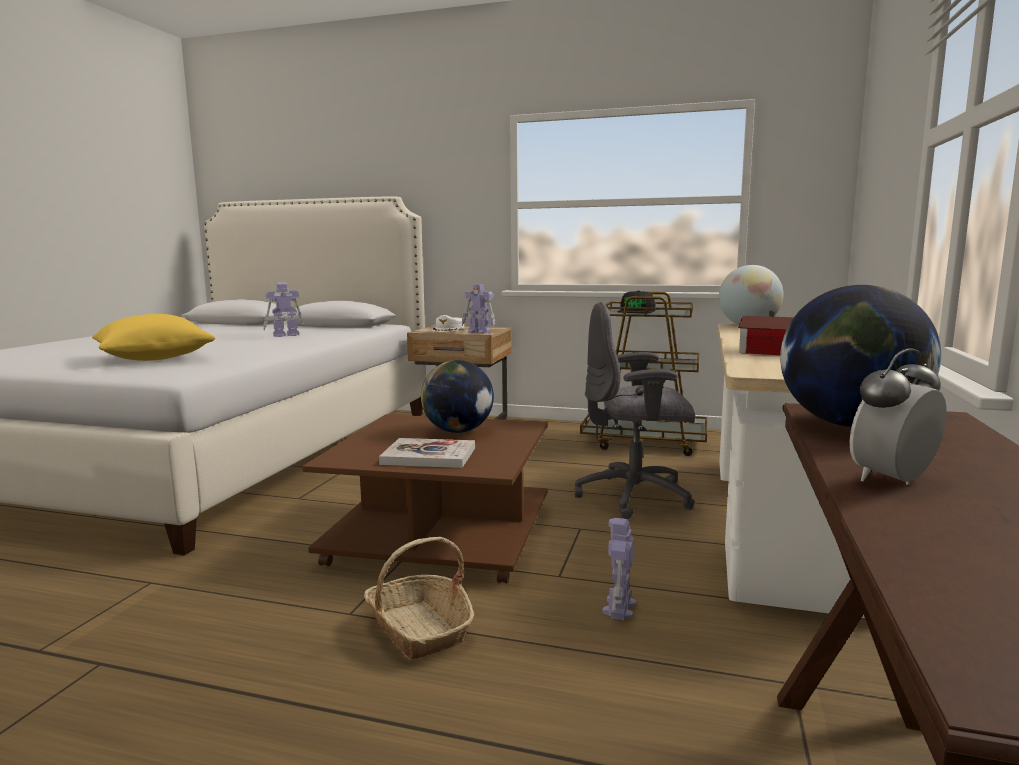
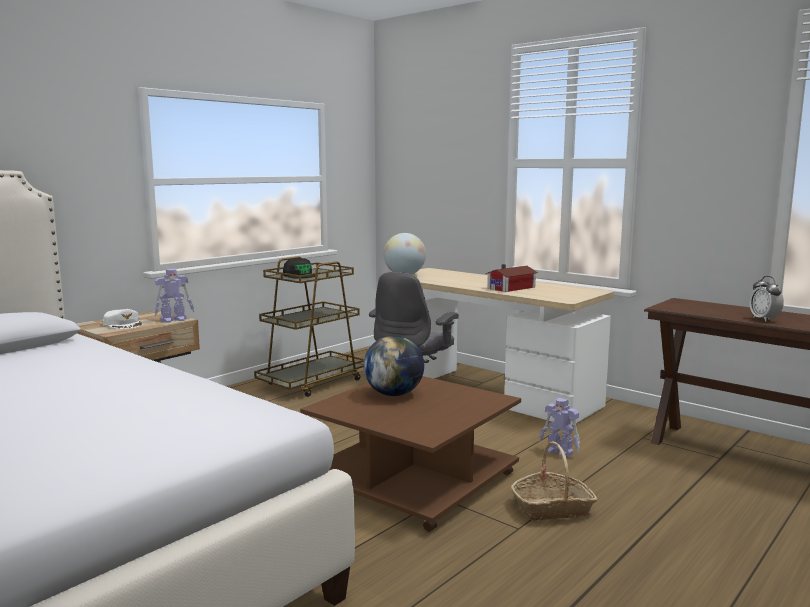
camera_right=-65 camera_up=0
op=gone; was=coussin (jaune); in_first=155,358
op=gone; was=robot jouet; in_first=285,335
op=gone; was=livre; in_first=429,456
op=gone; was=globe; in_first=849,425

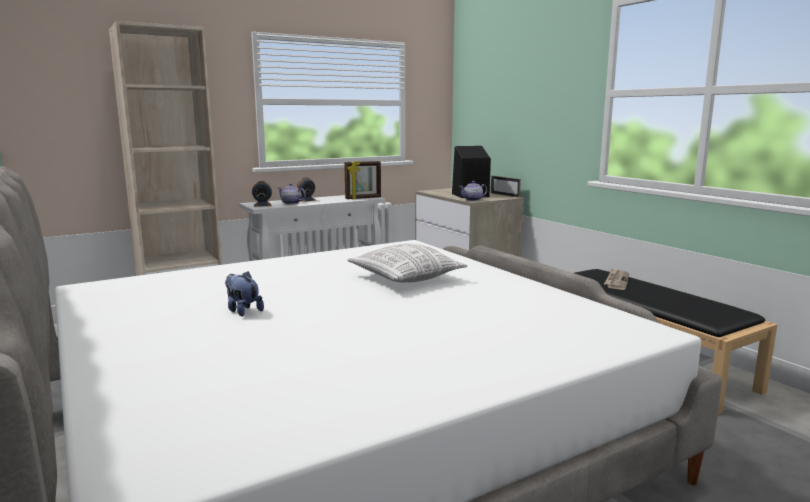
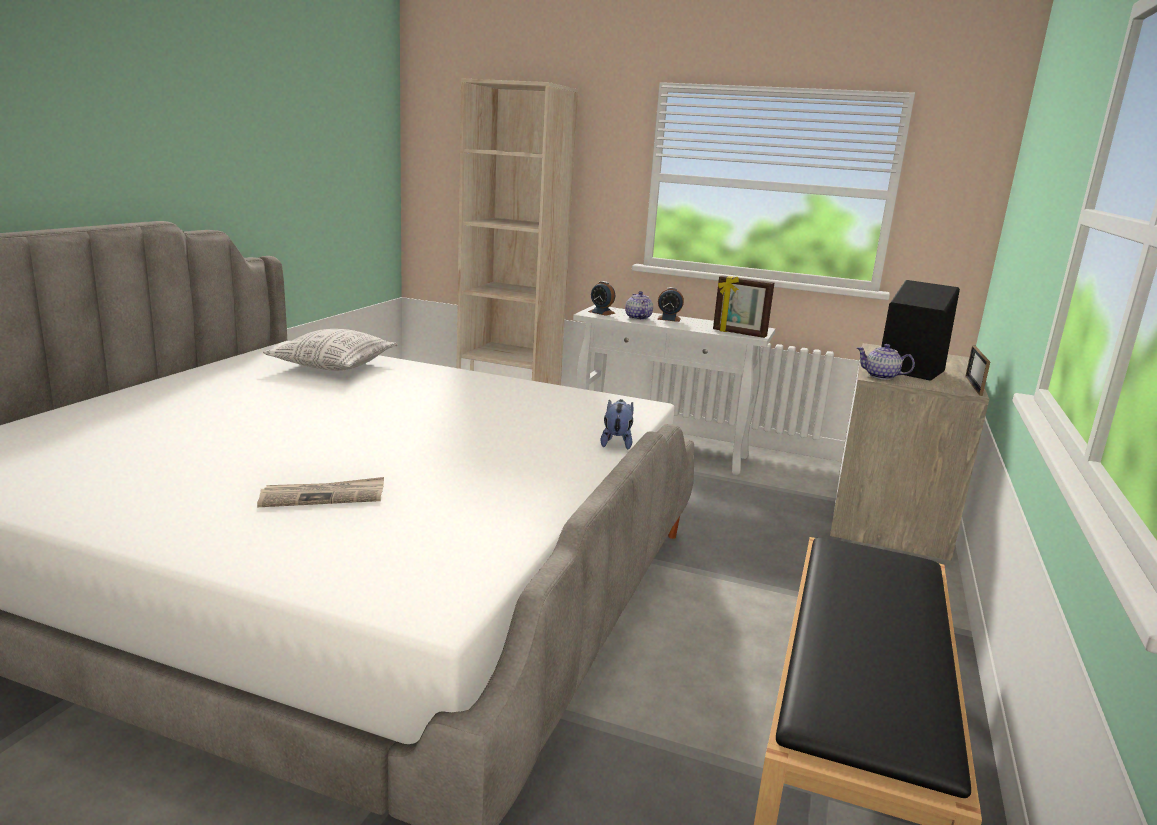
camera_right=50 camera_up=5
op=shifted; was=peluche; in_first=243,311; in_second=616,443
op=shifted; was=coussin; in_first=405,278; in_second=333,365
op=shifted; was=journal; in_first=616,281; in_second=323,496

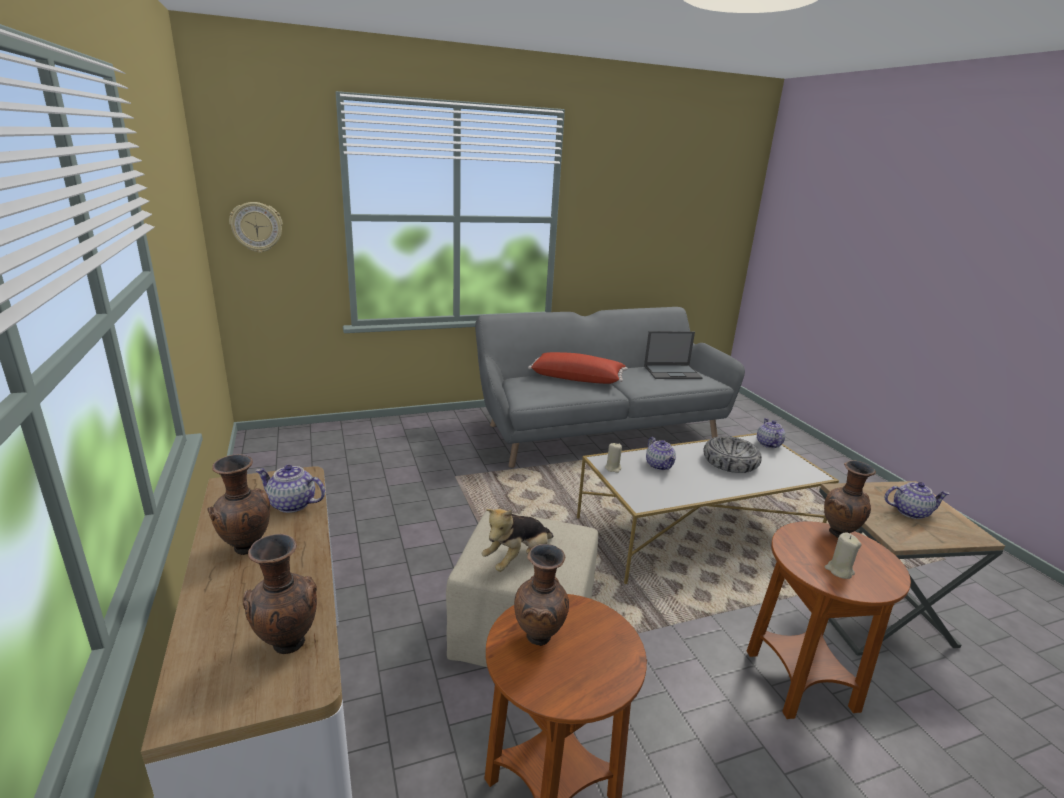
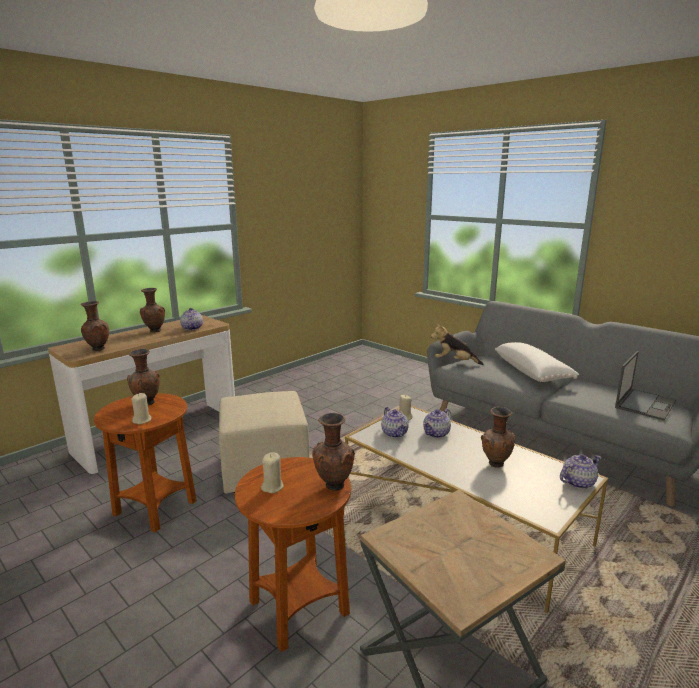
camera_right=65 camera_up=-5
op=gone; was=horloge murale; in_first=256,227
op=shifted; was=peluche; in_first=517,558; in_second=454,362
op=repainted; was=coussin (rouge); now=coussin (blanc); in_first=577,378; in_second=532,372
op=rotated; was=ordinateur portable; in_first=673,372; in_second=645,404; clockwise=-105
op=swapped; was=bol; now=vase (marron); in_first=730,462; in_second=495,465
op=shifted; was=théière; in_first=910,512; in_second=395,433
op=new; now=bougie (beige); in_second=142,420

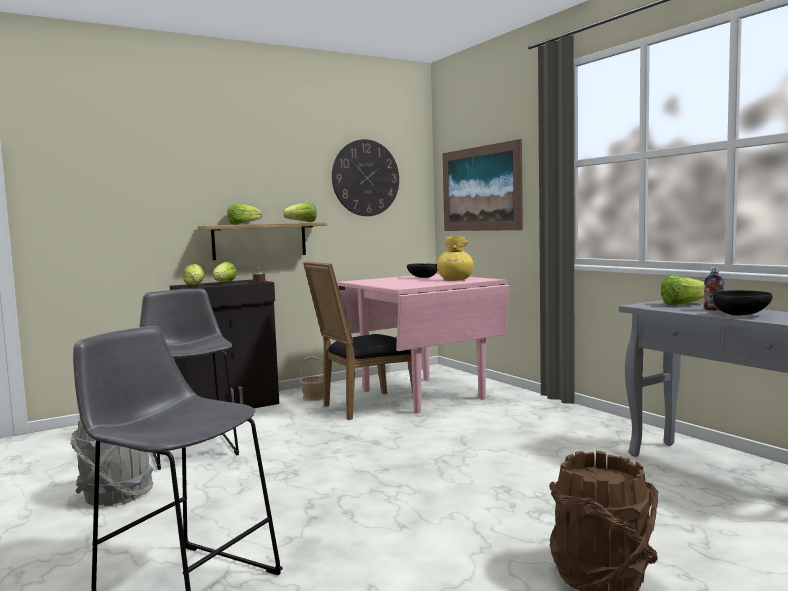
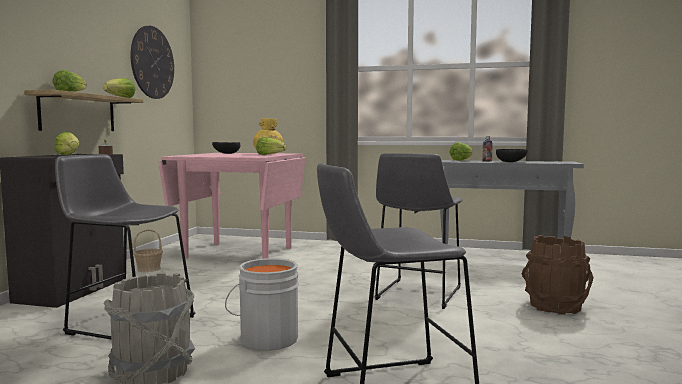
camera_right=-45 camera_up=0
op=shifted; was=laitue; in_first=195,286; in_second=270,155
op=gone; was=chaise (noir); in_first=364,407
op=gone; was=tableau; in_first=480,189
op=new; now=seau (gris); in_second=267,338
op=new; now=tabouret (gris); in_second=417,294

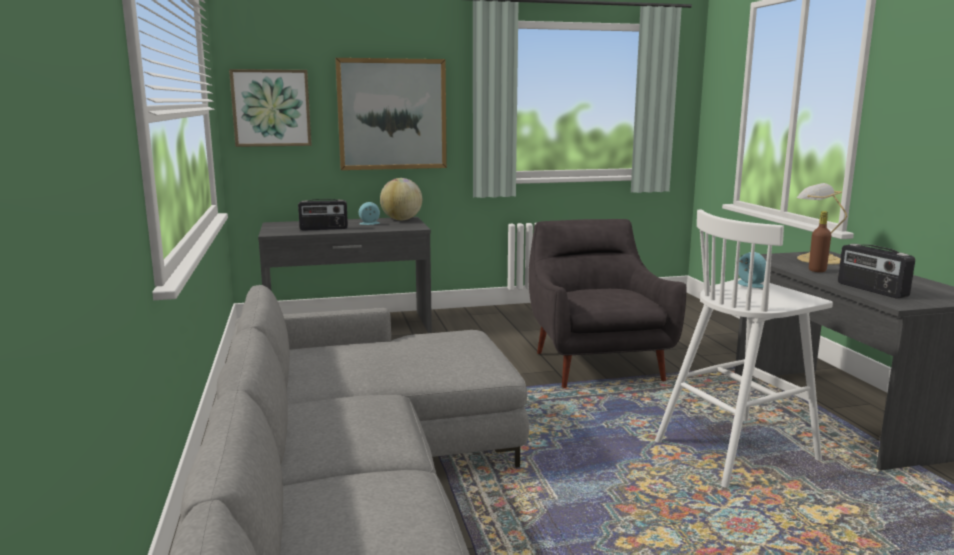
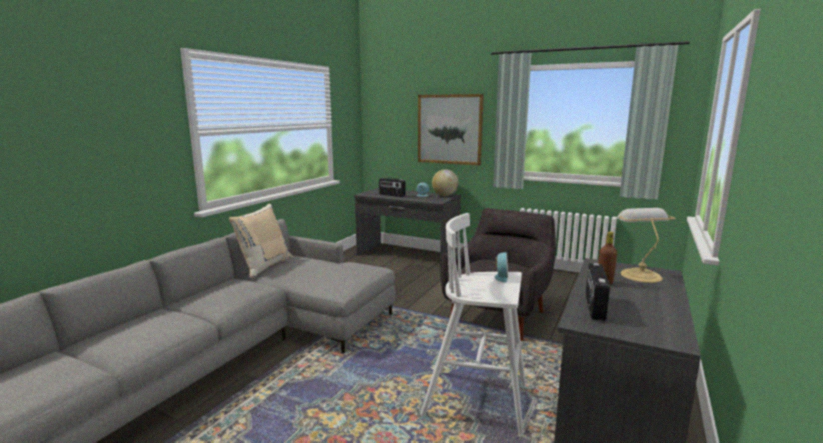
camera_right=40 camera_up=0
op=gone; was=tableau; in_first=271,108
op=new; now=coussin (beige); in_second=264,266

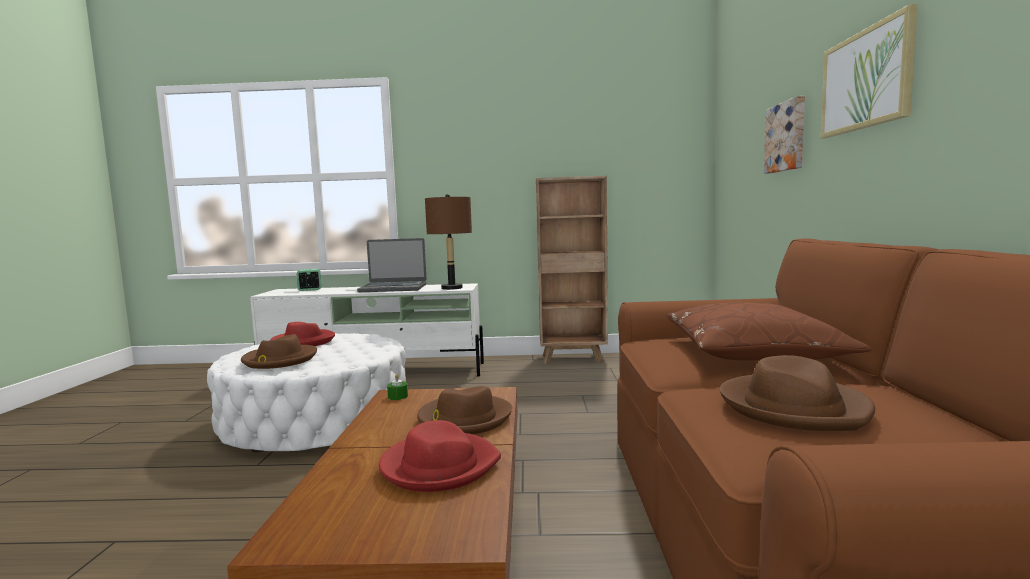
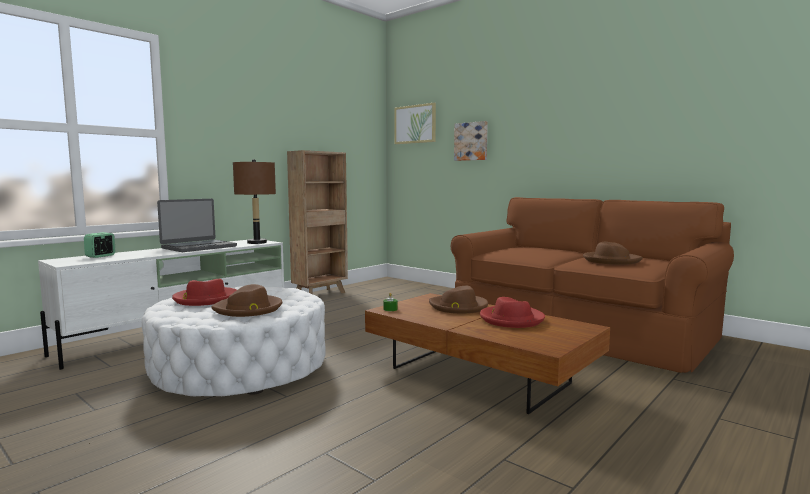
camera_right=-50 camera_up=0
op=gone; was=coussin (marron); in_first=752,352
op=shifted; was=tableau; in_first=866,80; in_second=415,124

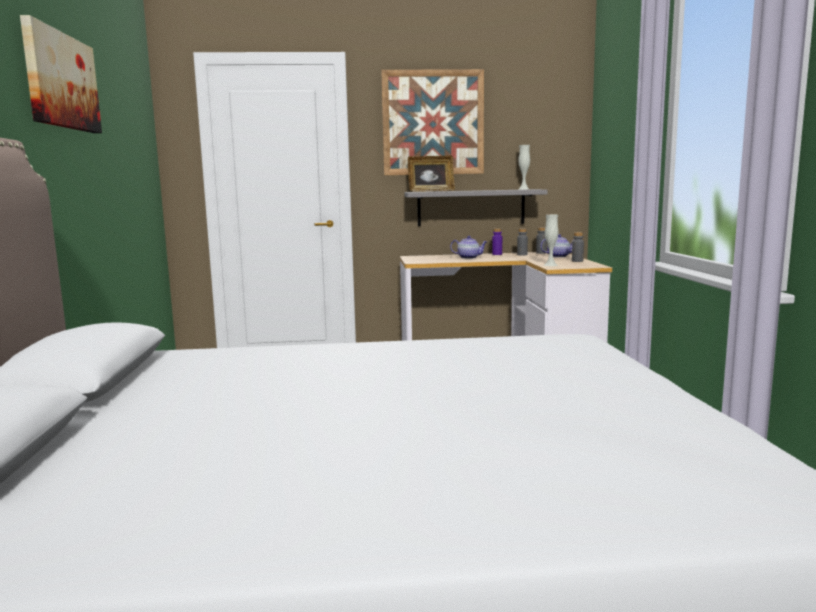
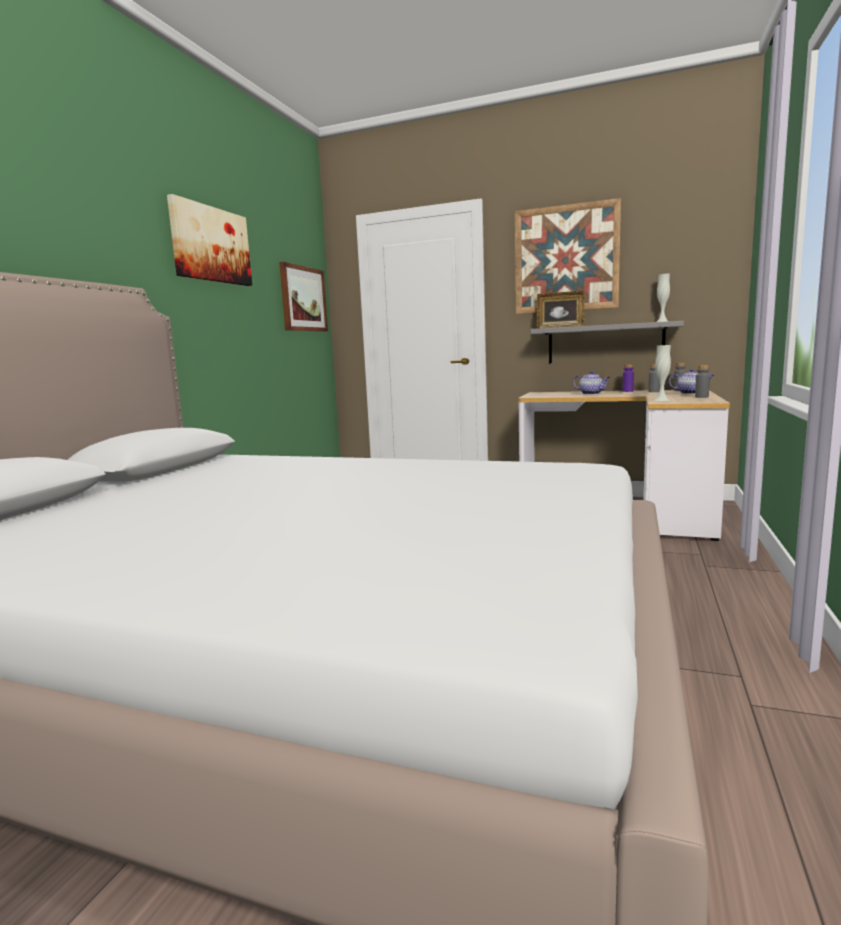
camera_right=25 camera_up=0
op=new; now=tableau; in_second=303,299

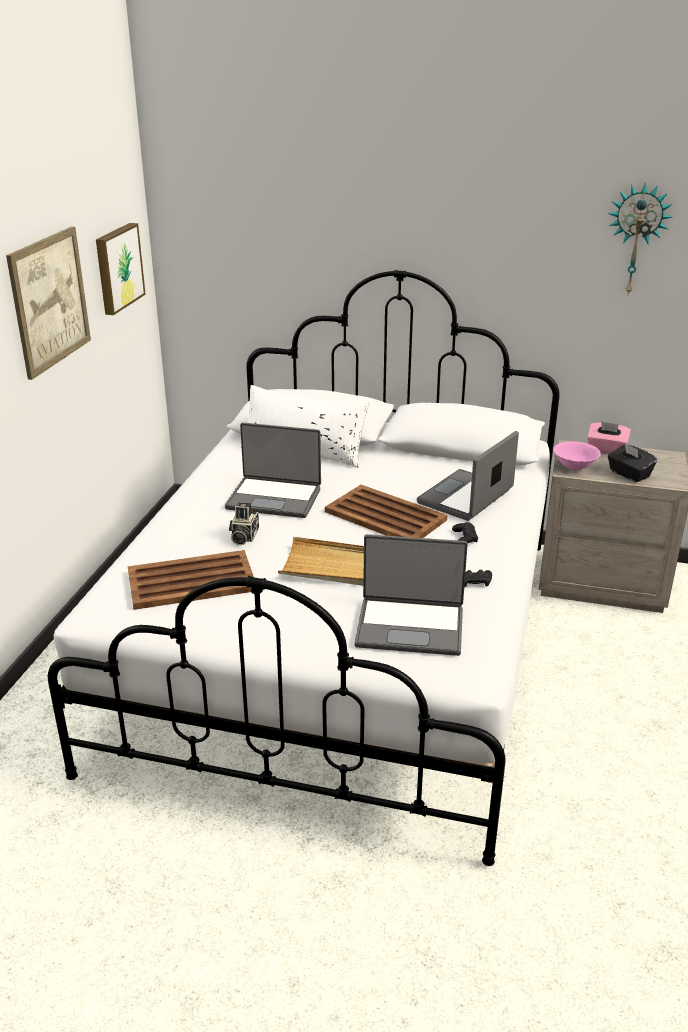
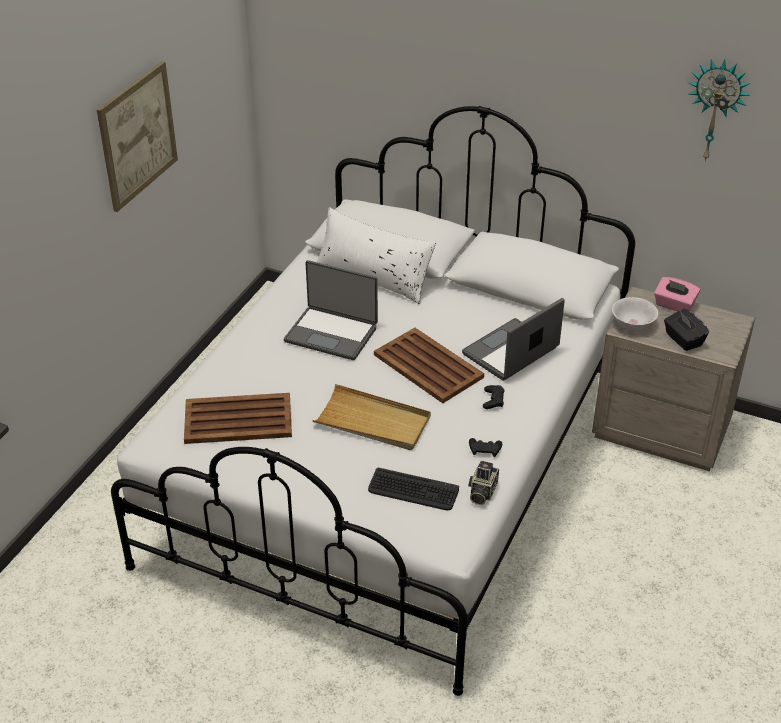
camera_right=10 camera_up=10
op=gone; was=tableau; in_first=117,268
op=shifted; was=appareil photo; in_first=243,537; in_second=481,492
op=swapped; was=ordinateur portable; now=clavier; in_first=410,626; in_second=413,490
op=repainted; was=bol (rose); now=bol (blanc); in_first=574,466; in_second=632,324

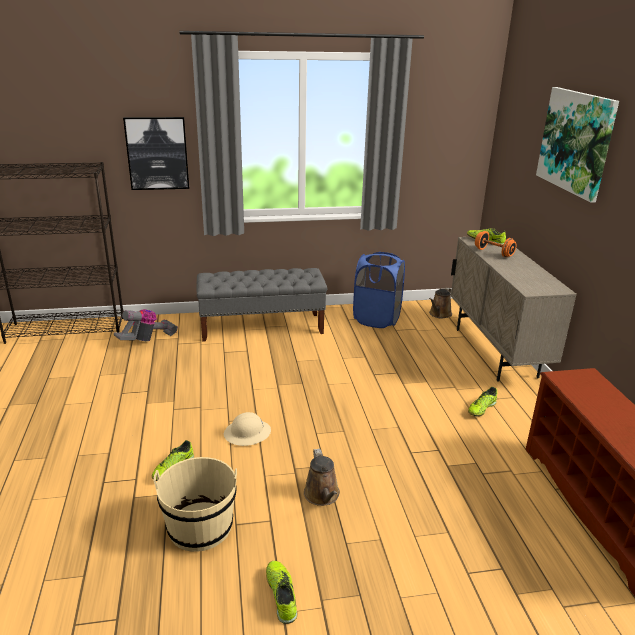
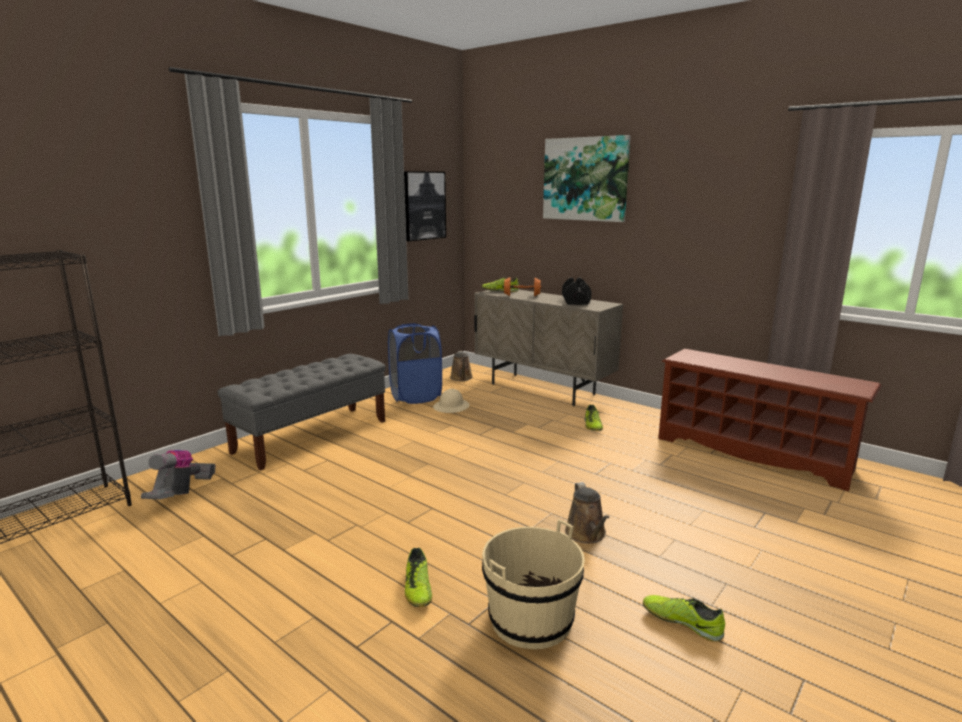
camera_right=-40 camera_up=-10
op=shifted; was=tableau; in_first=157,153; in_second=424,205
op=shifted; was=casque de chantier (beige); in_first=247,433; in_second=451,407
op=rotated; was=arrosoir (marron); in_first=322,495; in_second=587,534; clockwise=45
op=new; now=haltère (noir); in_second=575,301

